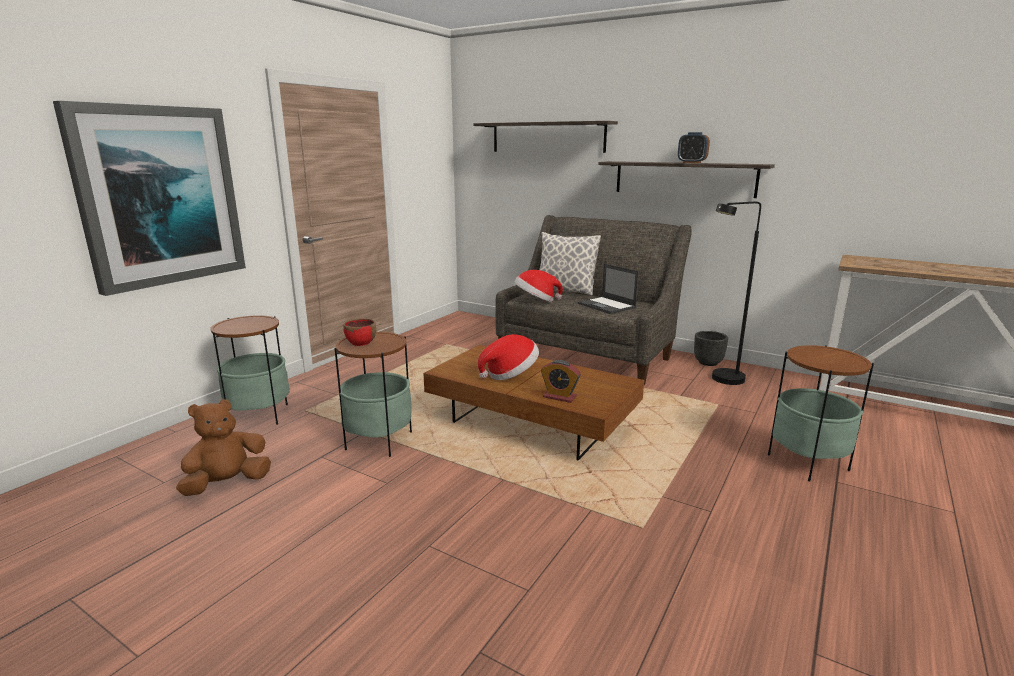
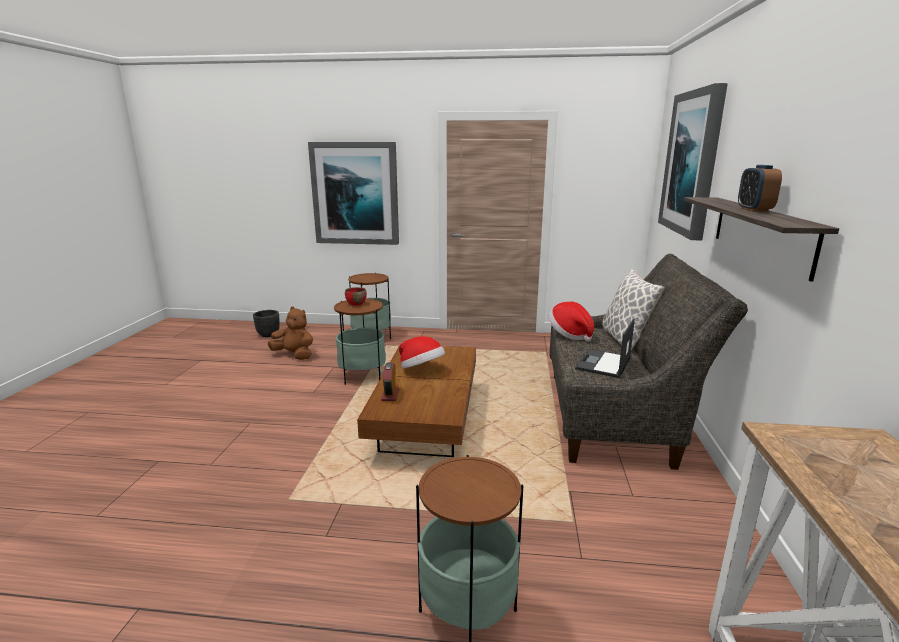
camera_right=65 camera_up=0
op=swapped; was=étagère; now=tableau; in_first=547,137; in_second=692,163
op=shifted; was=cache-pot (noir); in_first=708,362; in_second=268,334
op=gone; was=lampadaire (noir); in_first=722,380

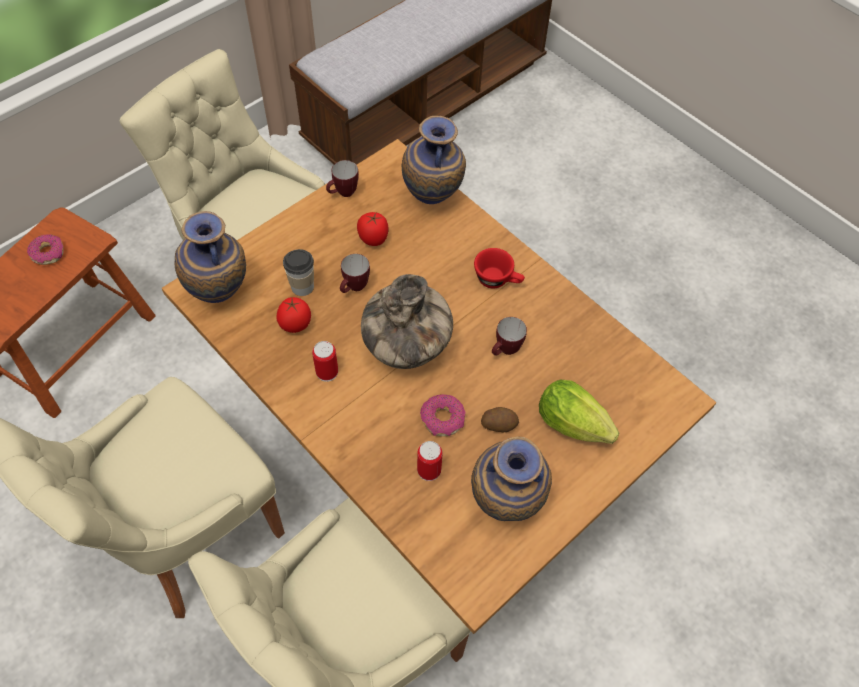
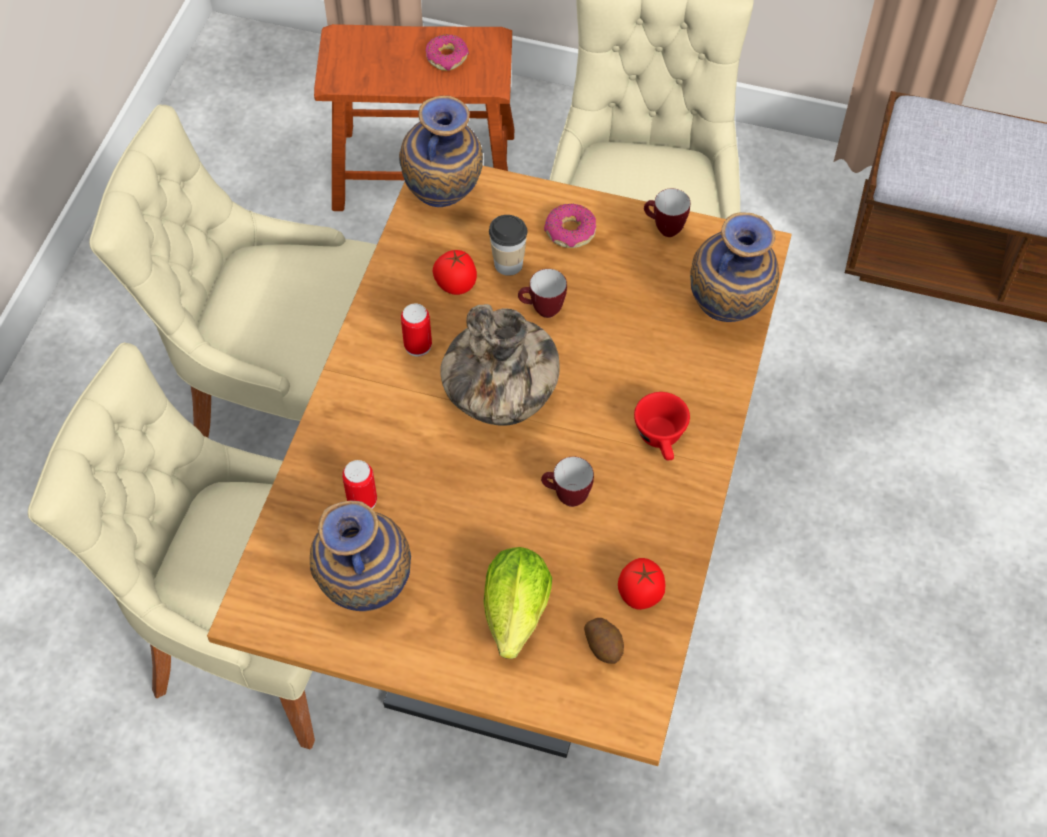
camera_right=60 camera_up=0
op=shifted; was=tomate; in_first=373,239; in_second=640,594
op=shifted; was=beignet; in_first=442,419; in_second=570,232
op=shifted; was=pomme de terre; in_first=499,424; in_second=604,646

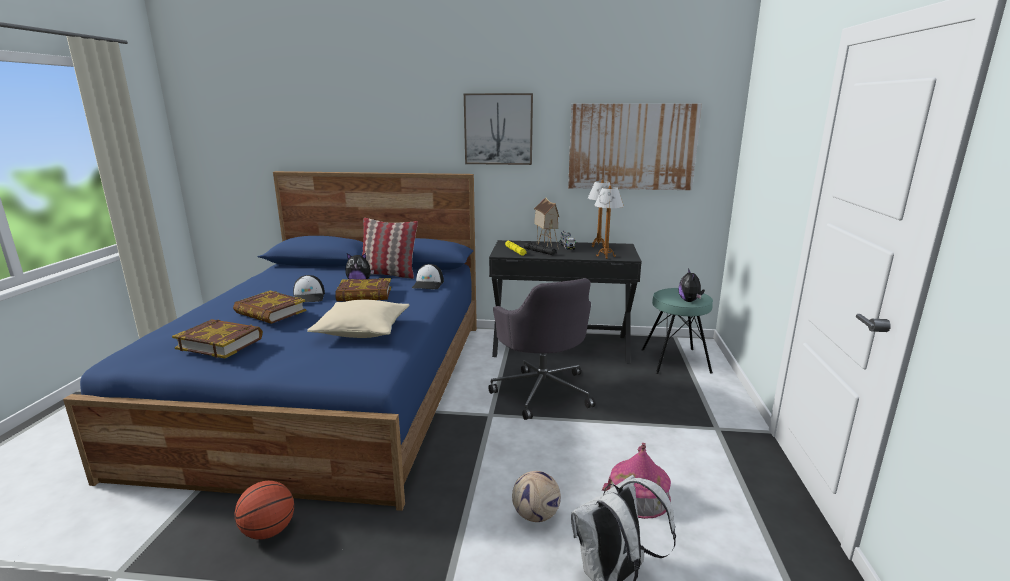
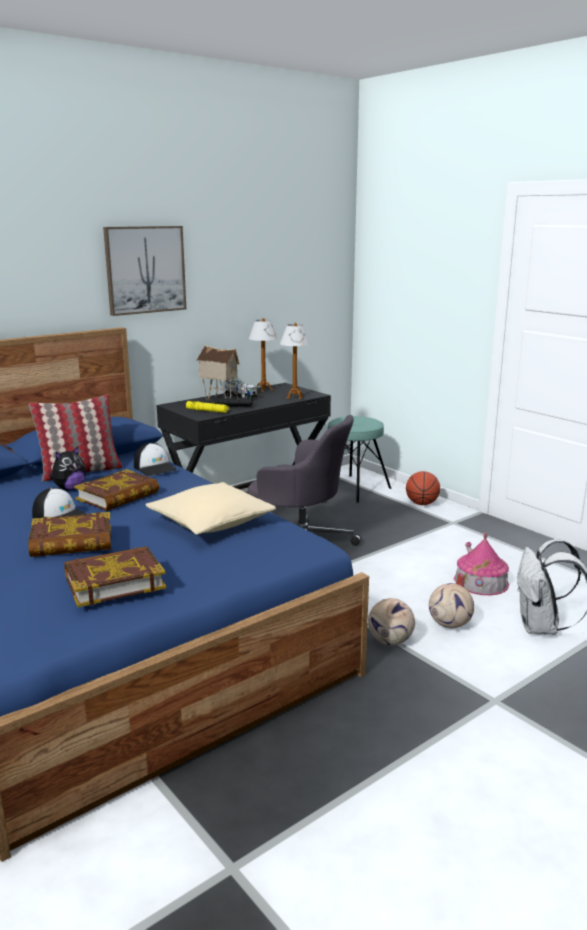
camera_right=-45 camera_up=0
op=shifted; was=ballon de basket; in_first=269,531; in_second=421,504
op=gone; was=tableau; in_first=632,147
op=gone; was=peluche; in_first=689,301
op=new; now=ballon de foot; in_second=389,641

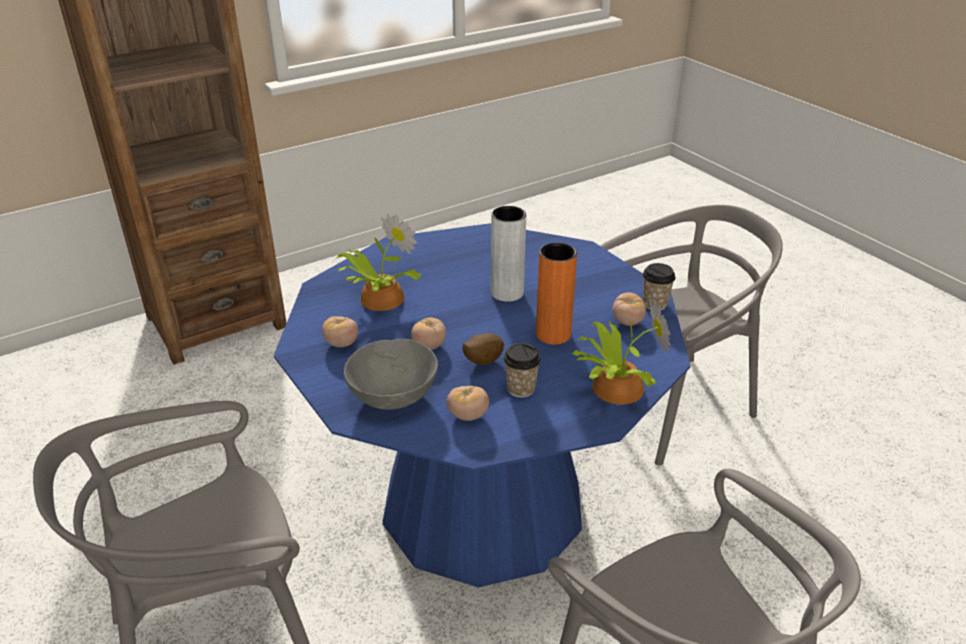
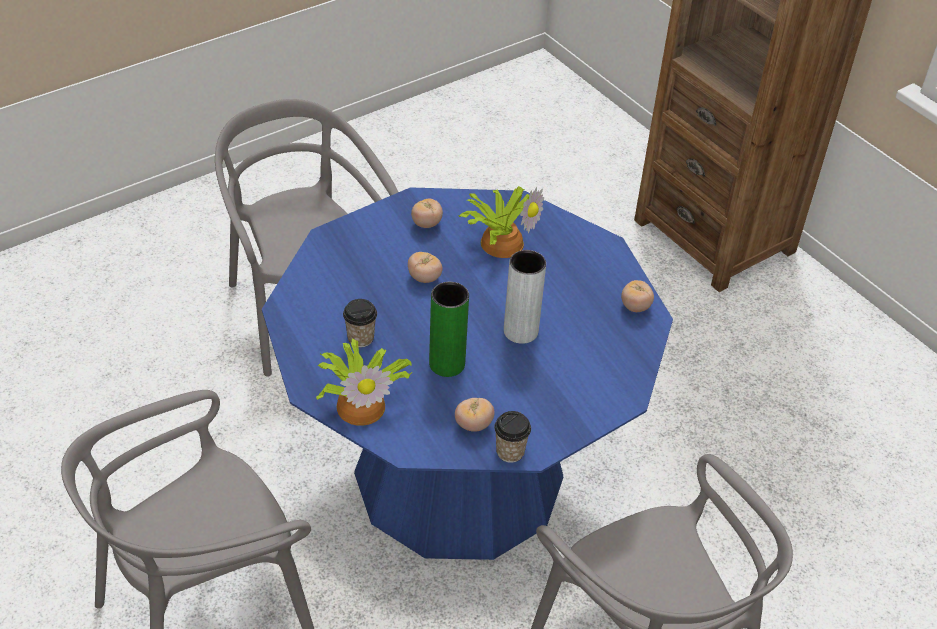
camera_right=85 camera_up=10
op=gone; was=bol (gris); in_first=393,395
op=shifted; was=tomate; in_first=468,415; in_second=635,307
op=gone; was=pomme de terre; in_first=481,362
op=repainted; was=vase (orange); now=vase (vert); in_first=553,334; in_second=447,364

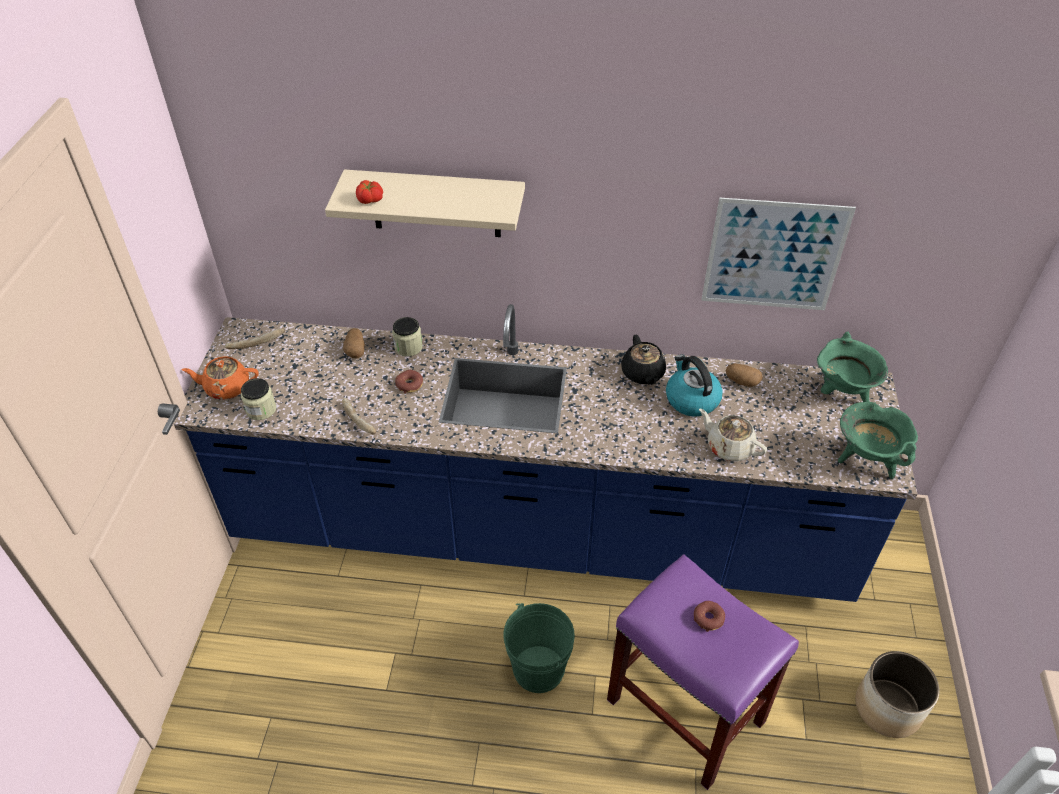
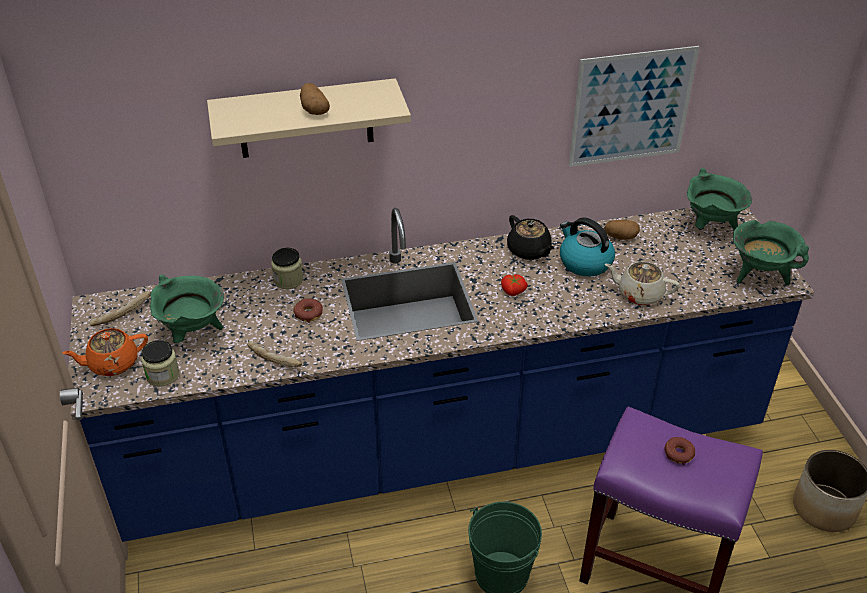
camera_right=-20 camera_up=-5
op=shifted; was=pomme de terre; in_first=356,350; in_second=314,110
op=shifted; was=tomate; in_first=369,200; in_second=513,291
op=new; now=marmite (vert); in_second=193,333

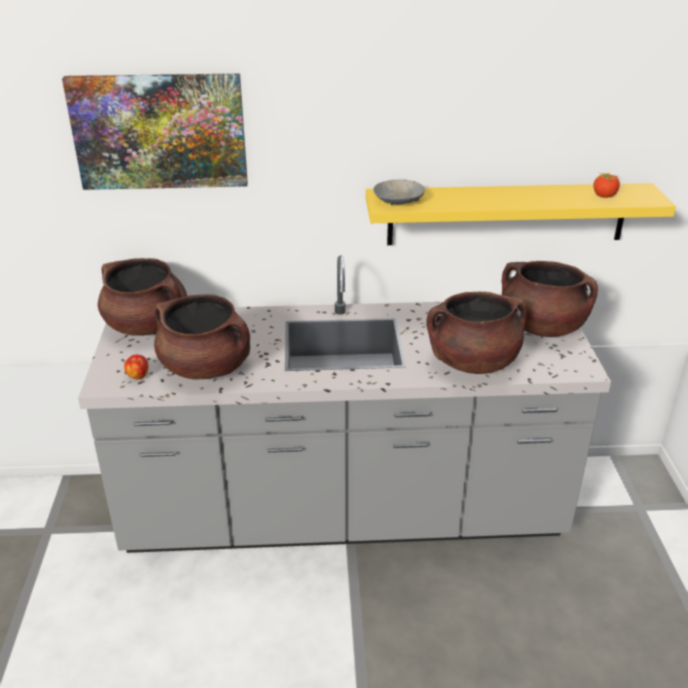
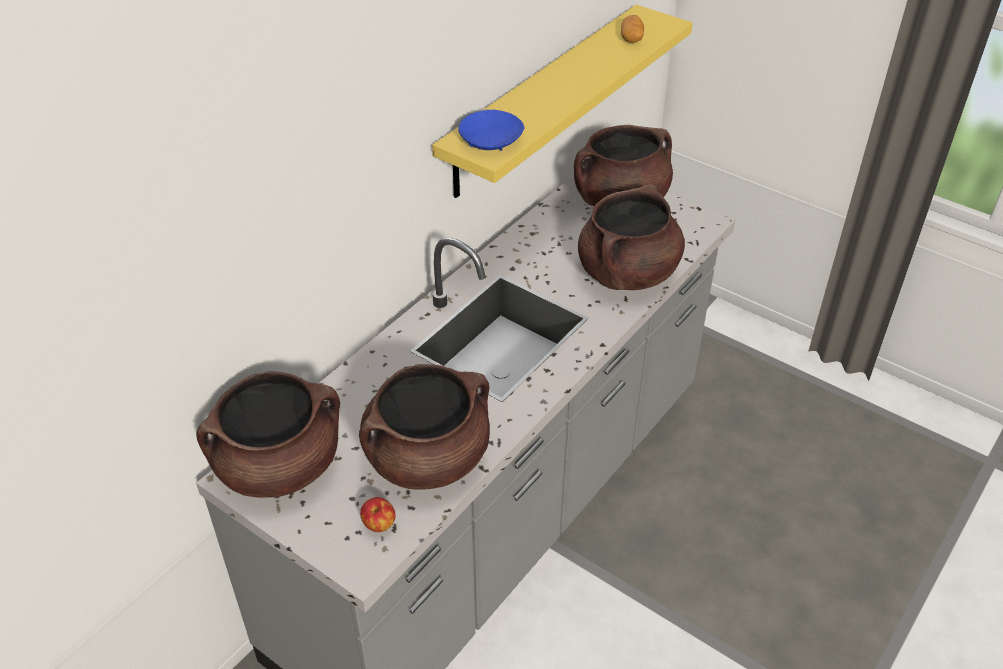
camera_right=-50 camera_up=10
op=gone; was=tableau; in_first=160,131
op=repainted; was=bol (gris); now=bol (bleu); in_first=398,200; in_second=490,141
op=swapped; was=tomate; now=pomme de terre; in_first=604,196; in_second=631,38

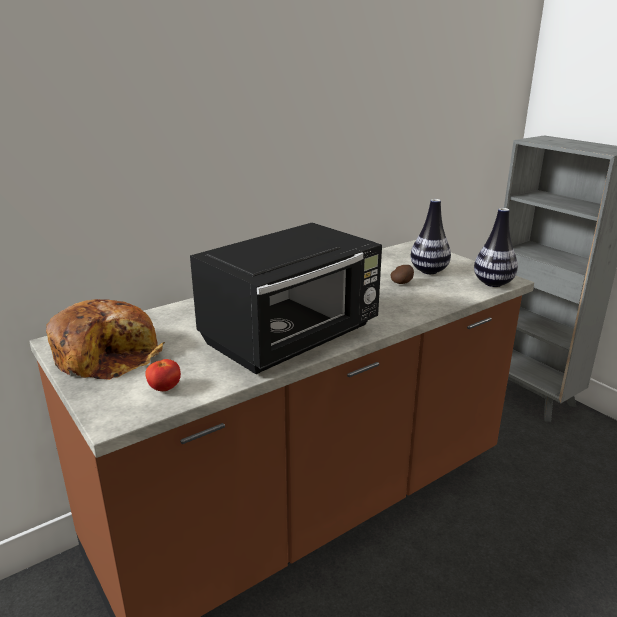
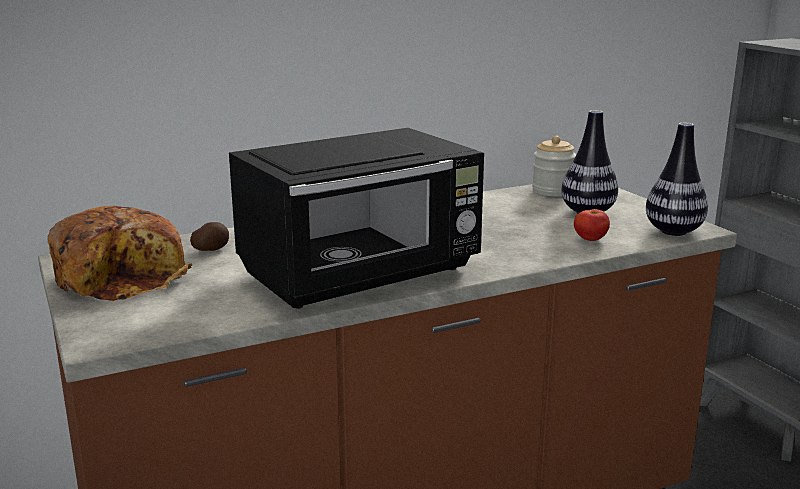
camera_right=10 camera_up=-5
op=shifted; was=tomate; in_first=164,388; in_second=590,240
op=shifted; was=pomme de terre; in_first=402,283; in_second=211,250
op=new; now=bocal; in_second=552,191

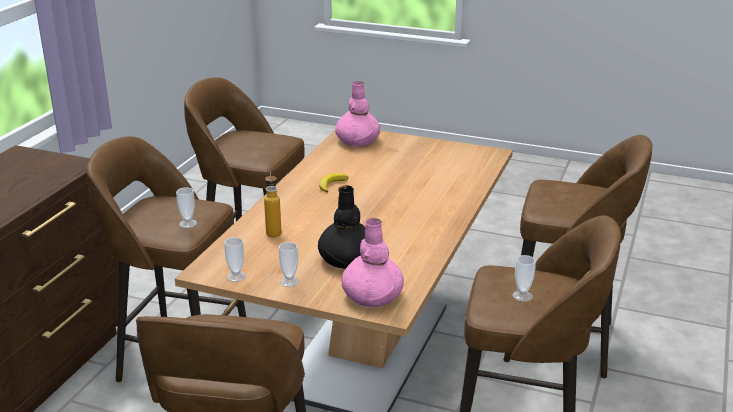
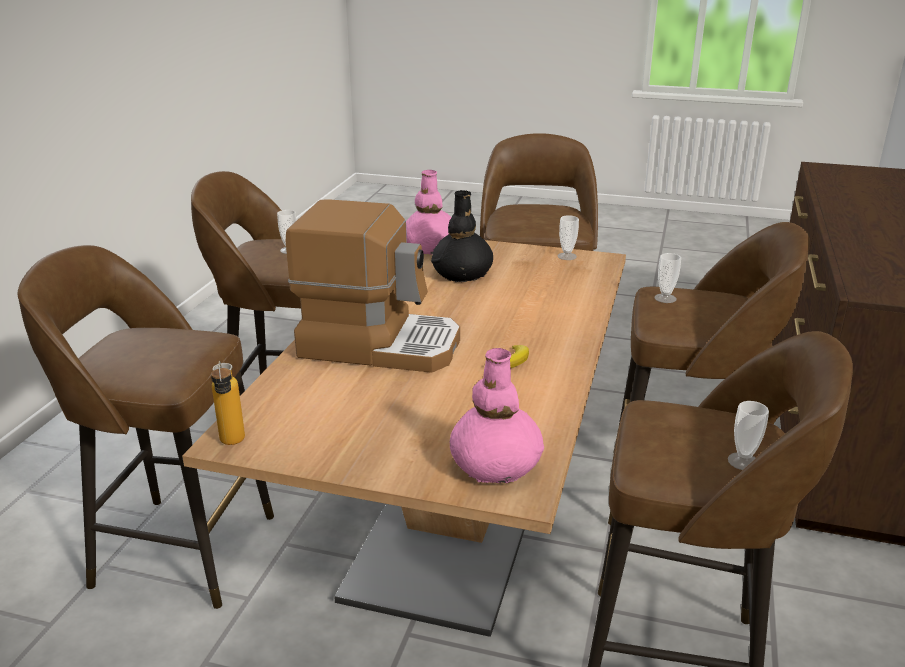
camera_right=175 camera_up=0
op=shifted; was=bouteille; in_first=273,231; in_second=232,445
op=shifted; was=tasse; in_first=289,281; in_second=743,461
op=new; now=machine à café; in_second=379,344

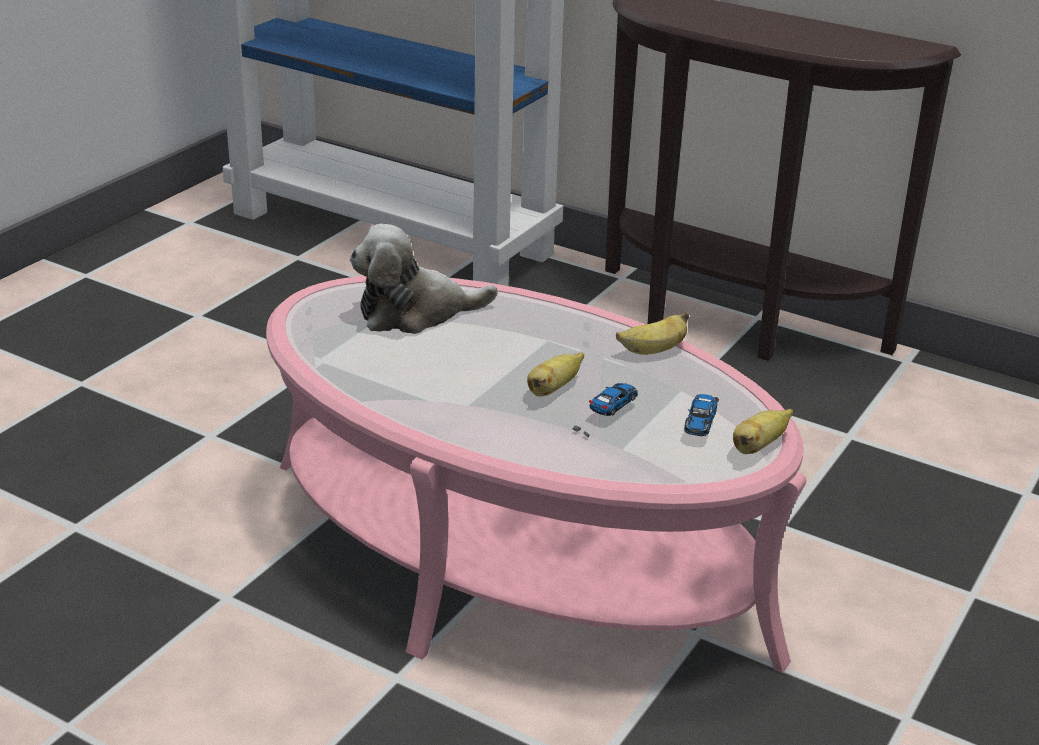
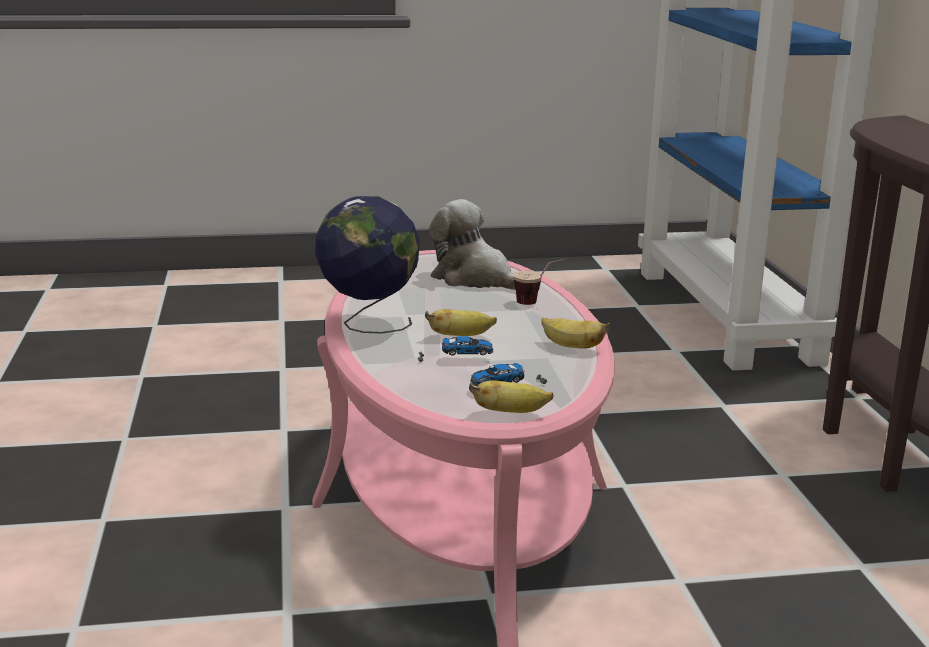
camera_right=50 camera_up=-10
op=new; now=globe; in_second=368,323
op=new; now=tasse; in_second=538,303

